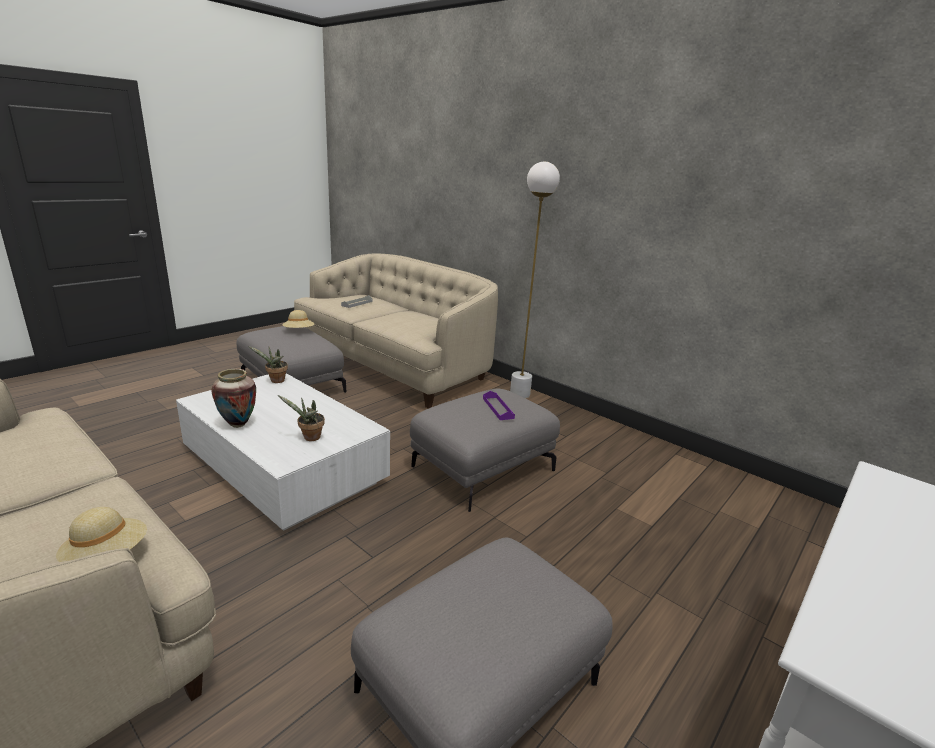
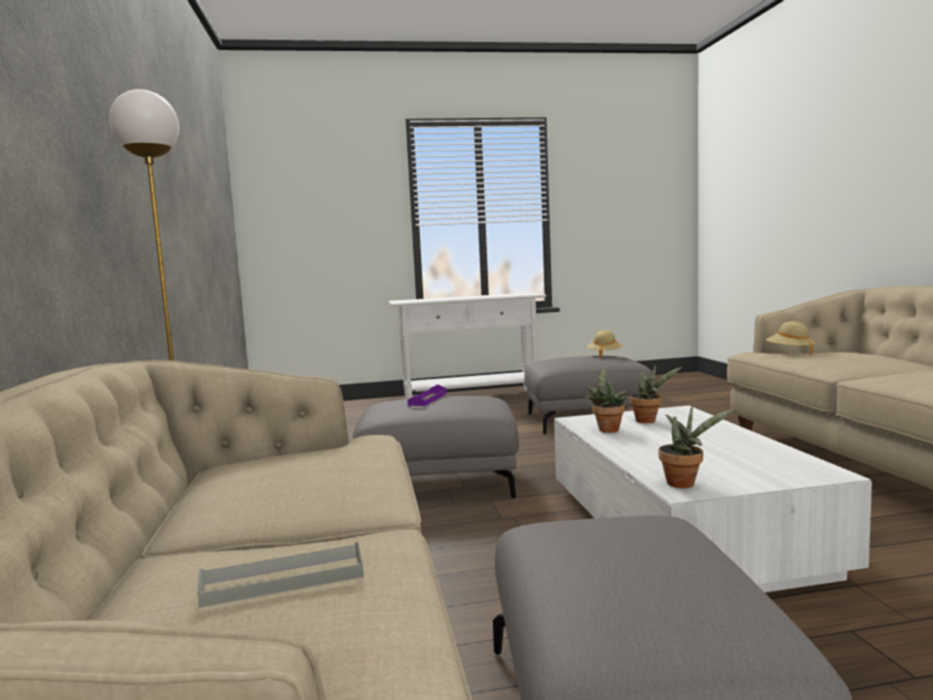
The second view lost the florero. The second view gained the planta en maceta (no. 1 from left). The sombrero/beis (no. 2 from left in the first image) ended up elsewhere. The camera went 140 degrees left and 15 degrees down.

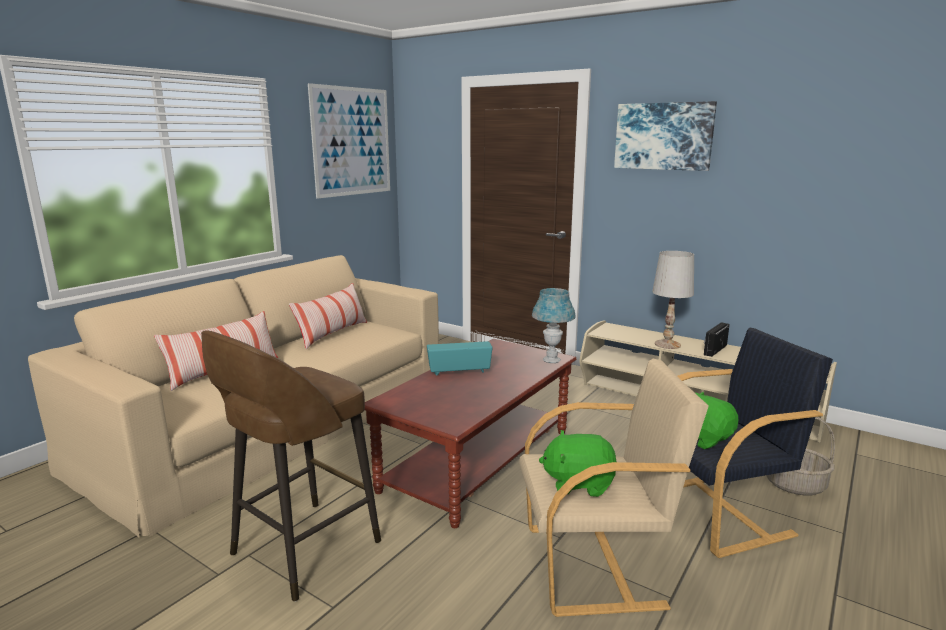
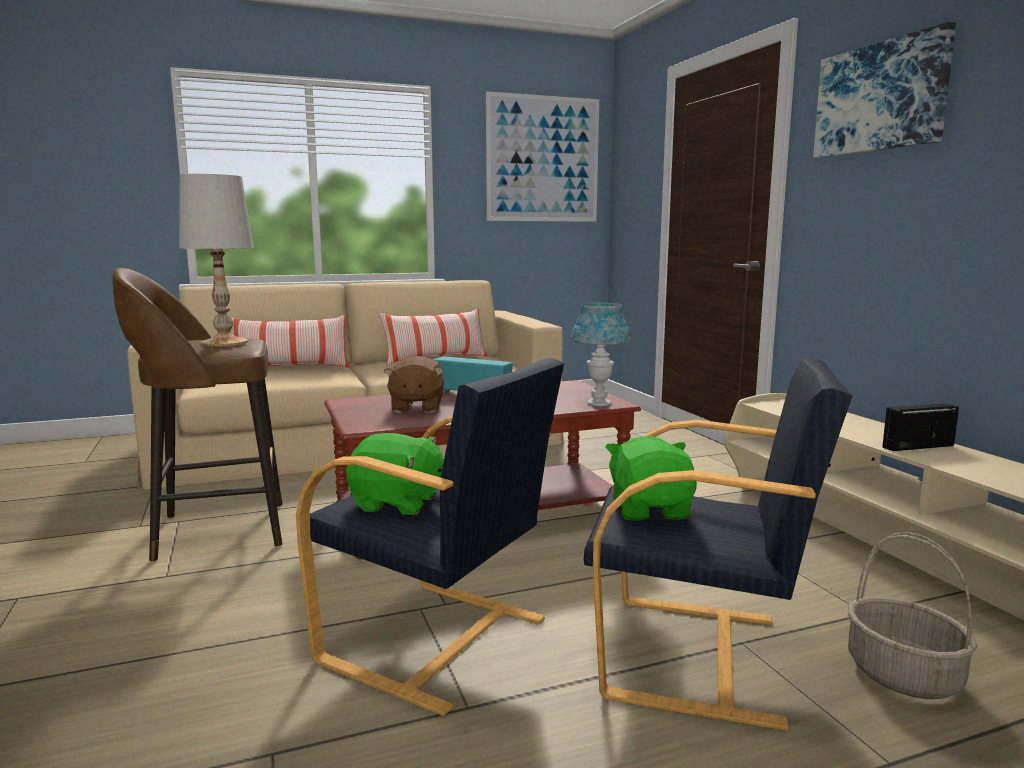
The second view gained the peluche/marrón. The lámpara de mesa/blanco ended up elsewhere. What was the sillón/beis turned into the sillón/negro (no. 1 from left). The peluche/verde (no. 1 from left) ended up facing another way, 150 degrees clockwise from before. The camera went 35 degrees right and 5 degrees down.

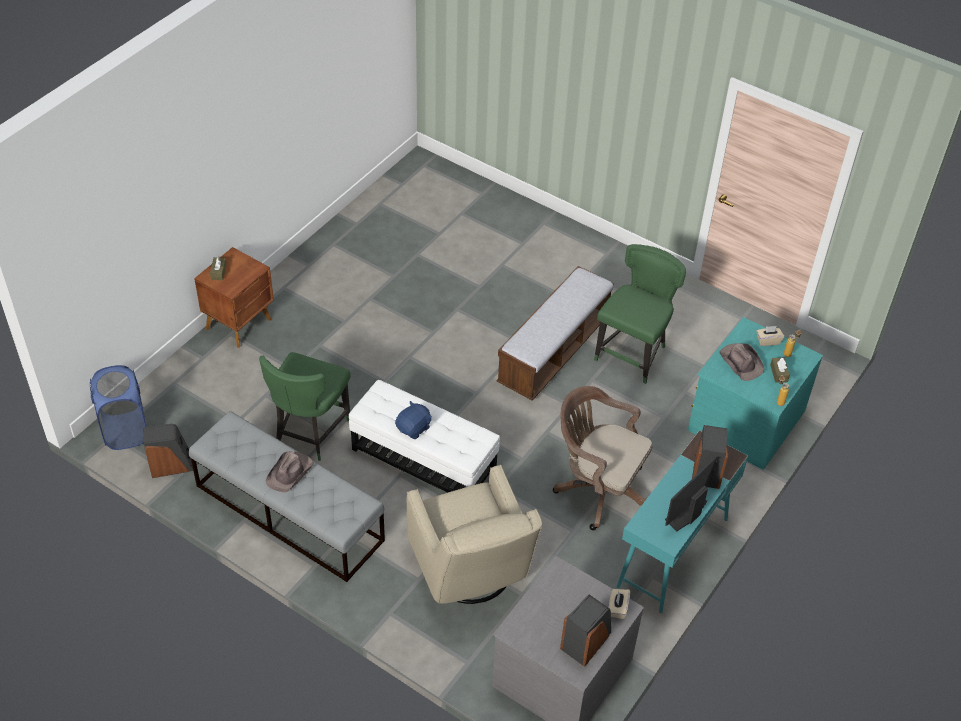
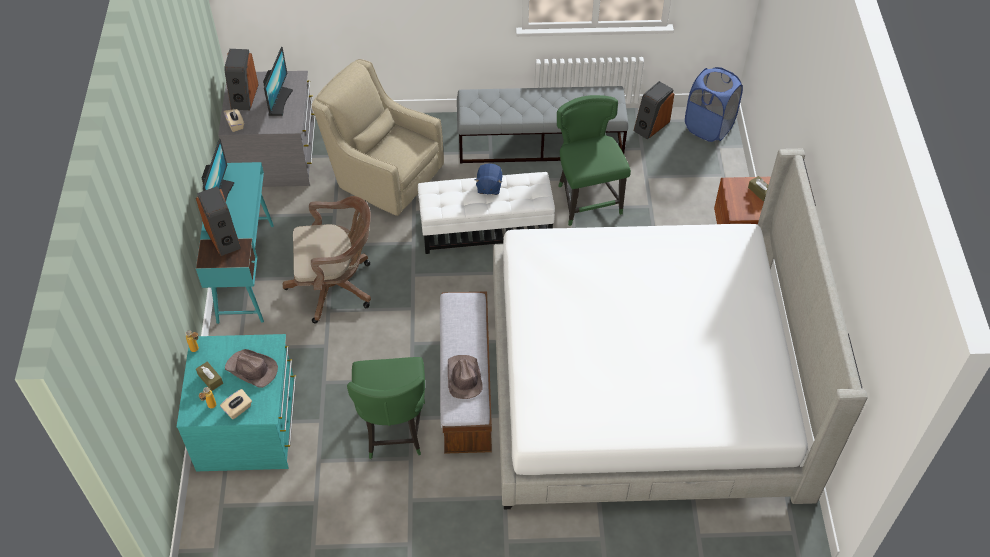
The second view gained the monitor (no. 2 from left). The second view gained the cama. The sombrero/marrón (no. 1 from left in the first image) ended up elsewhere. The camera went 145 degrees right and 5 degrees up.

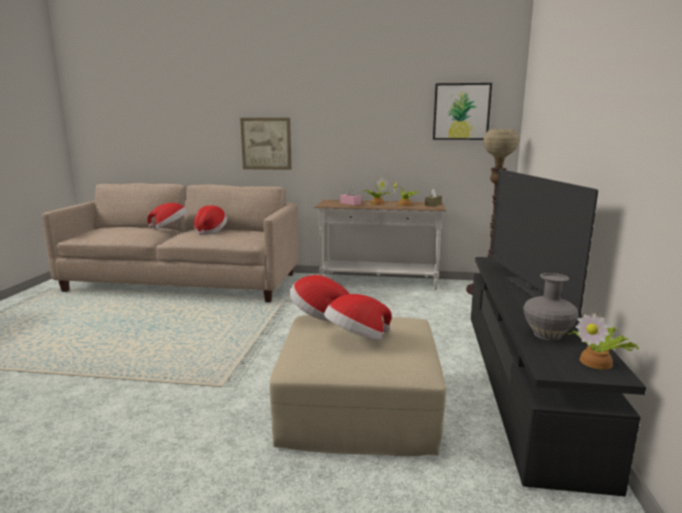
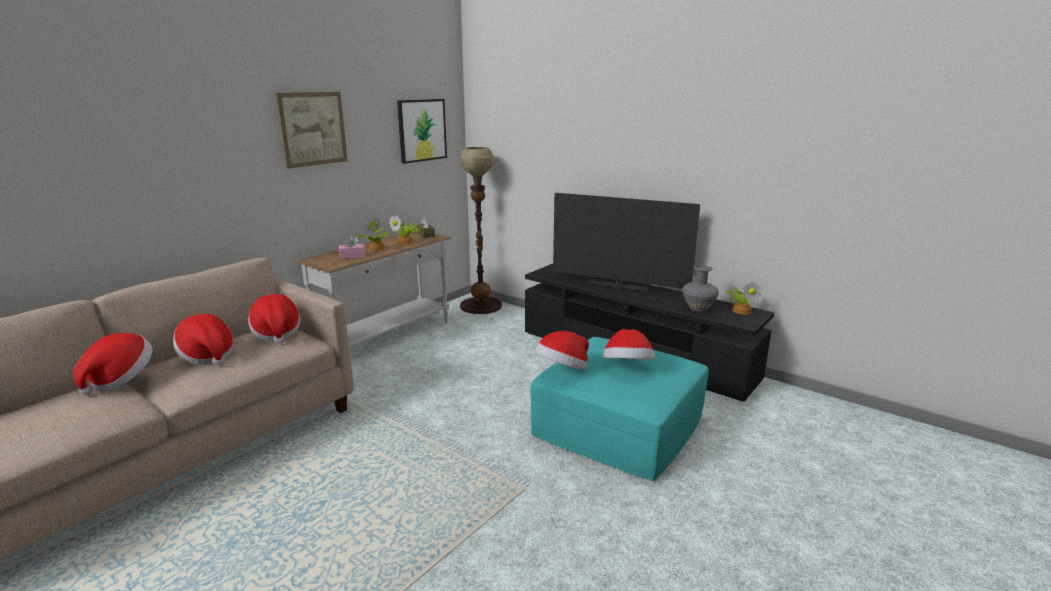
The second view gained the sombrero (no. 3 from left). The cuadro (no. 1 from left) ended up elsewhere. What was the puf/beis turned into the puf/turquesa. The camera went 60 degrees left and 5 degrees up.

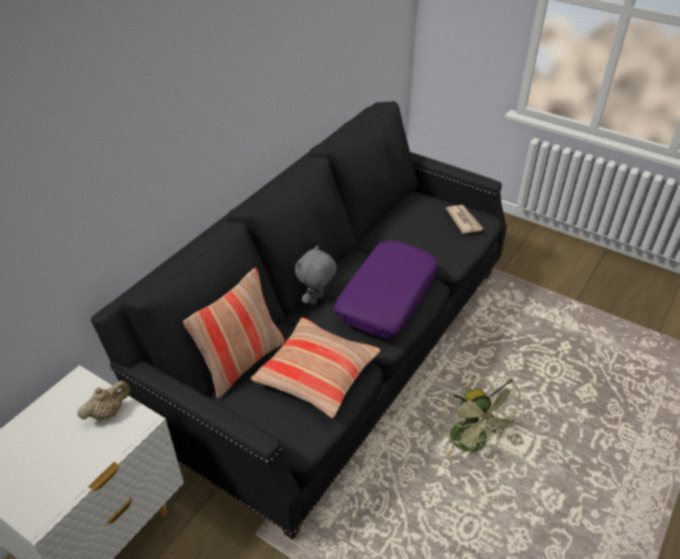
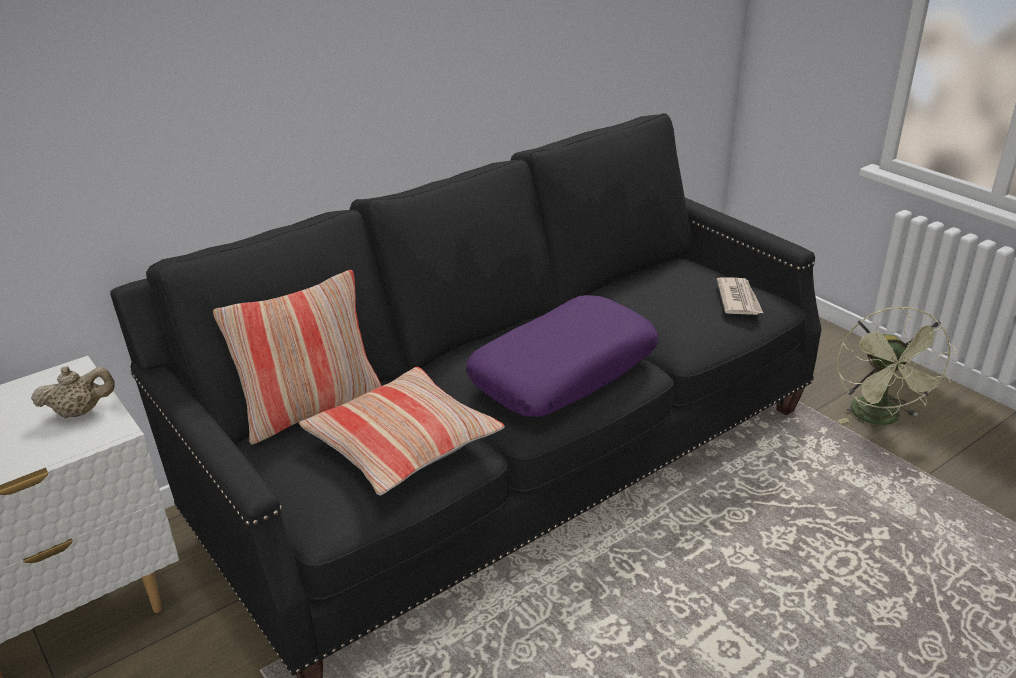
The second view lost the peluche/gris. The ventilador/verde ended up elsewhere. The camera went 20 degrees right and 10 degrees down.

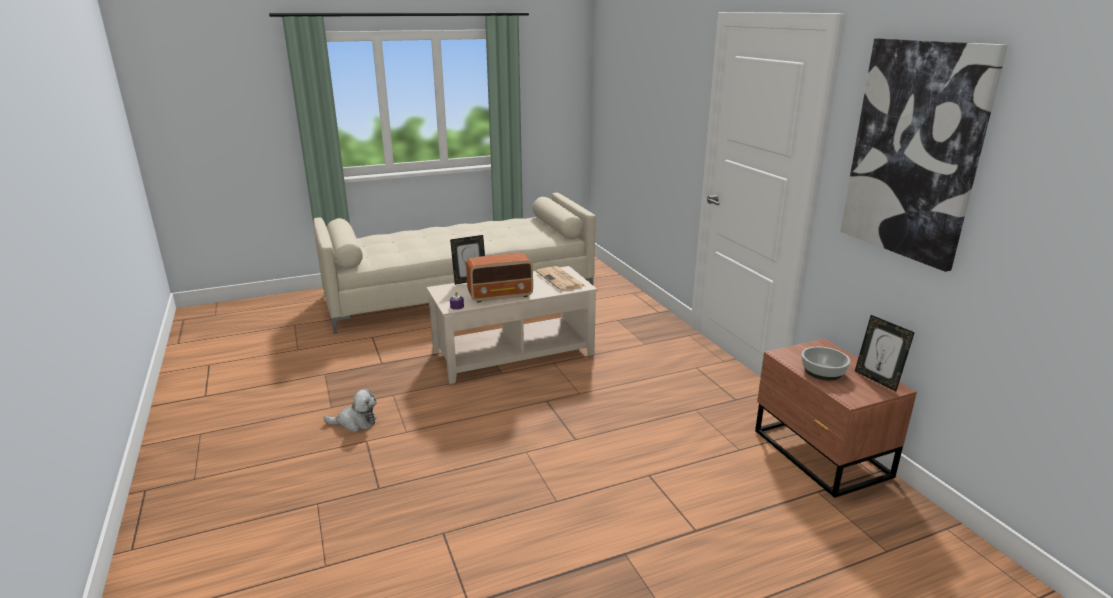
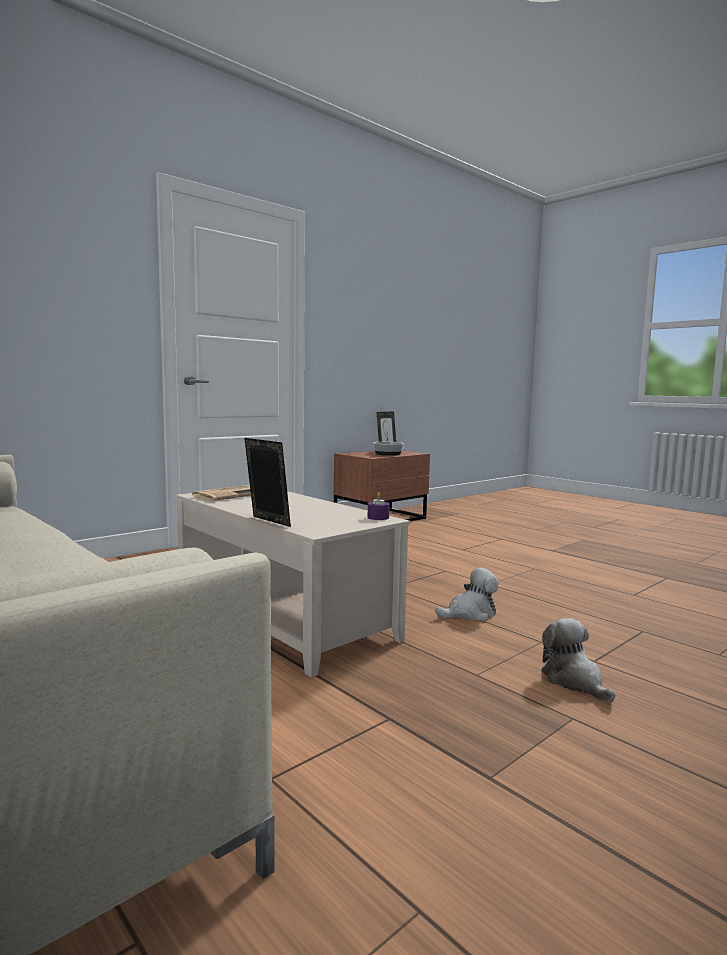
The second view lost the radio. The second view lost the cuadro. The second view gained the peluche (no. 1 from left). The camera went 110 degrees left and 15 degrees down.

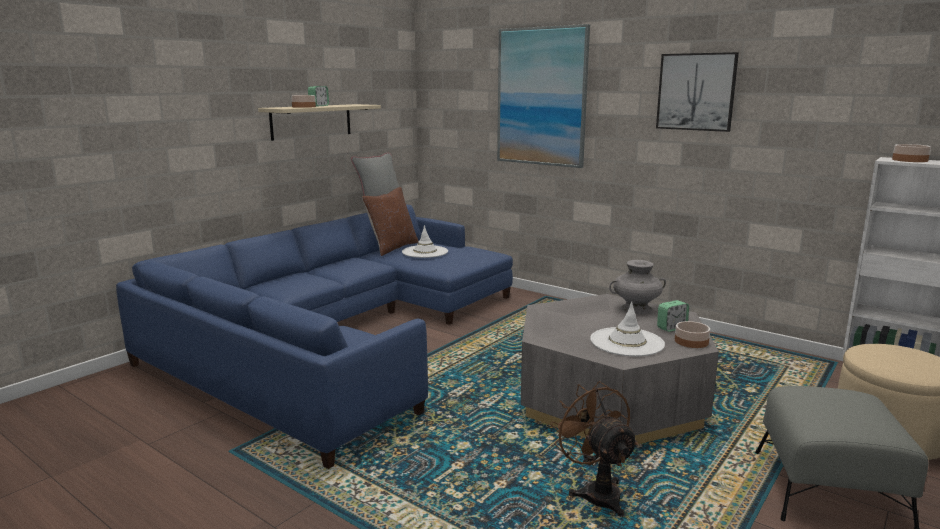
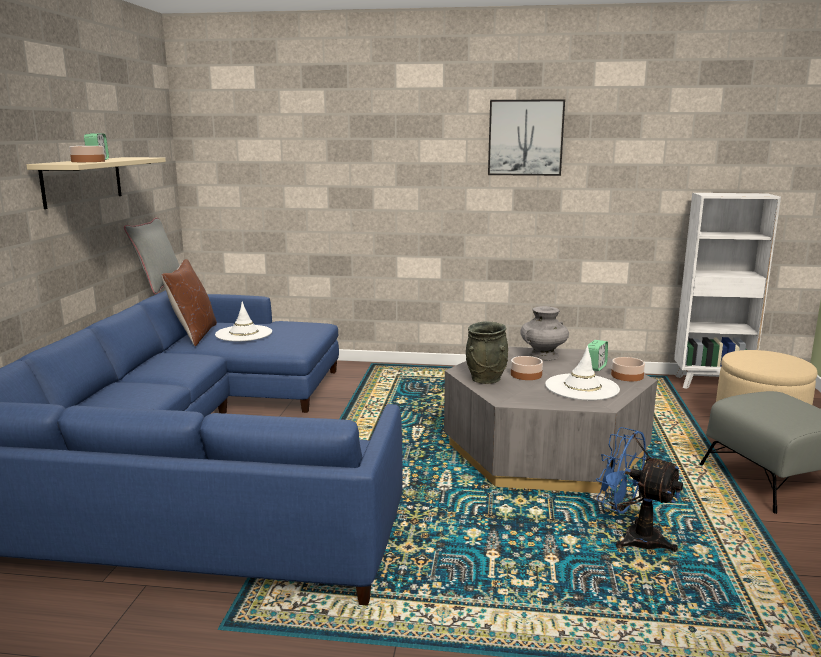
The second view lost the cuadro (no. 1 from left). The second view gained the florero/gris (no. 1 from left). The cuenco (no. 3 from left in the first image) ended up elsewhere. What was the ventilador/marrón turned into the ventilador/azul. The camera went 30 degrees left and 0 degrees up.

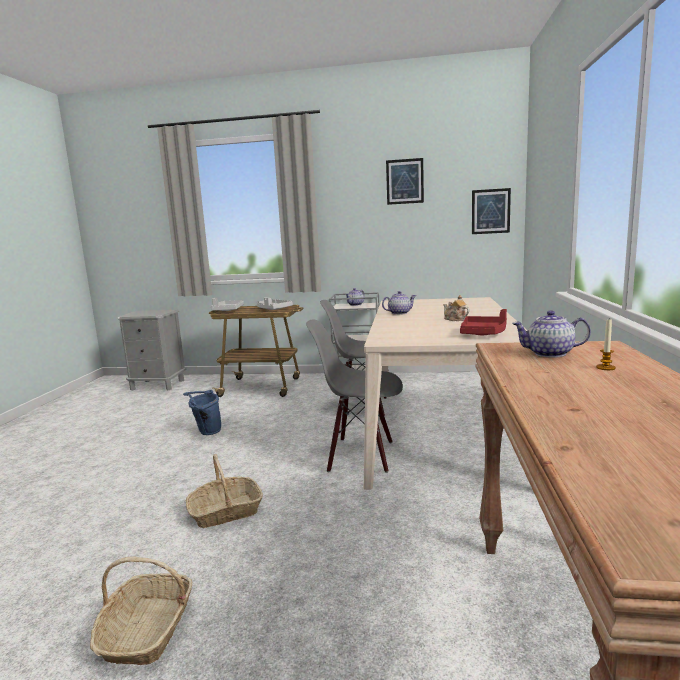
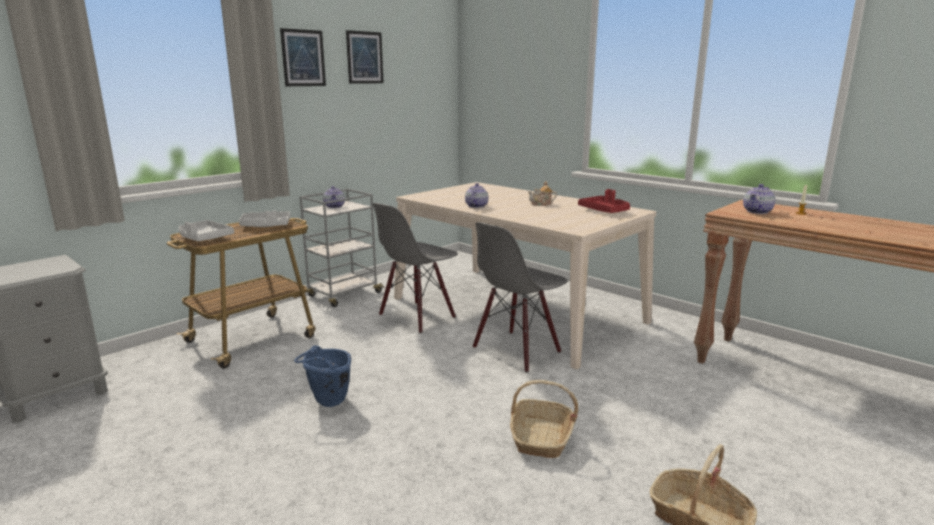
The cuadro (no. 2 from left in the first image) ended up elsewhere. The camera went 55 degrees left and 5 degrees up.

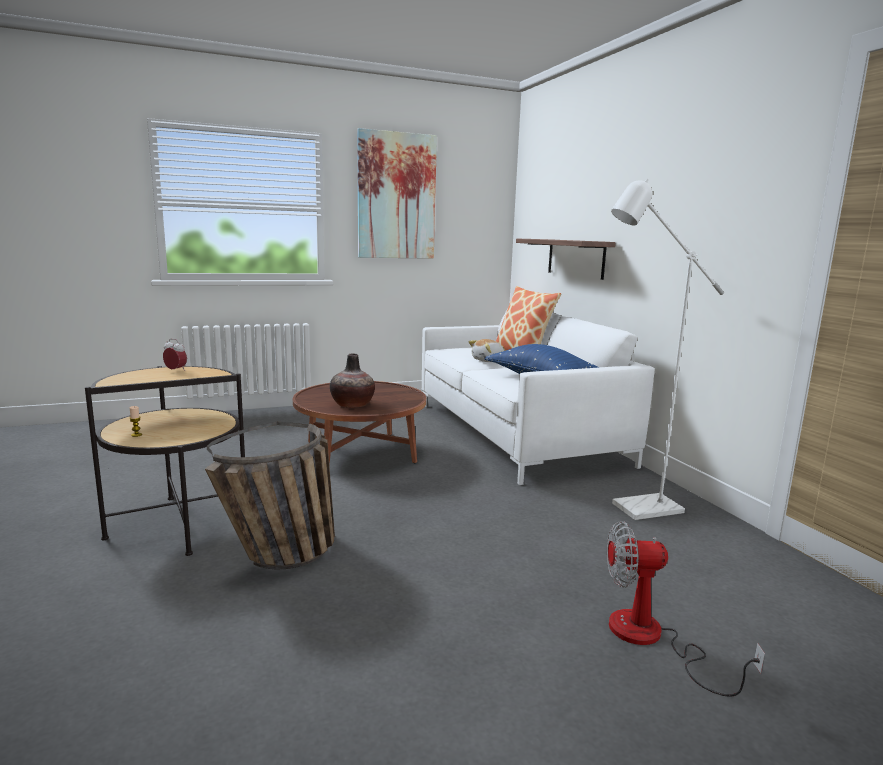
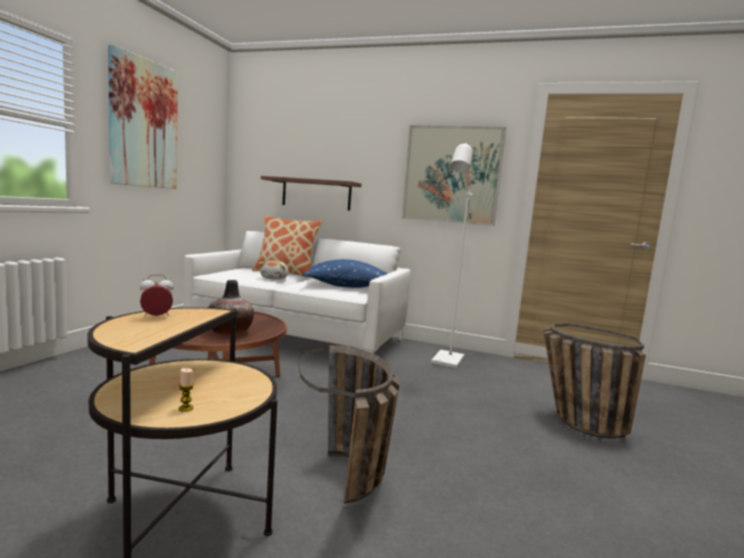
The second view gained the cuadro (no. 2 from left). Where the ventilador stood, the cesta (no. 2 from left) came to stand. The camera went 50 degrees left and 5 degrees down.

